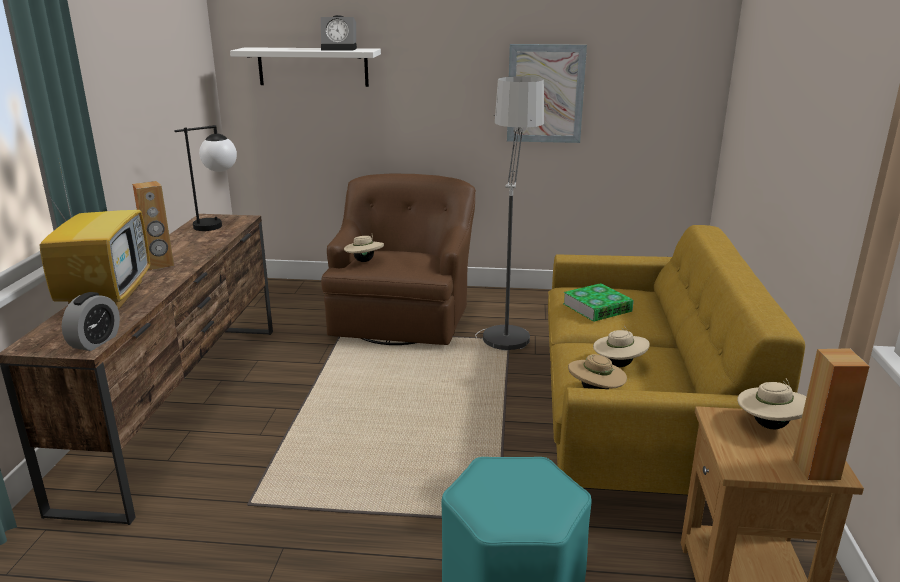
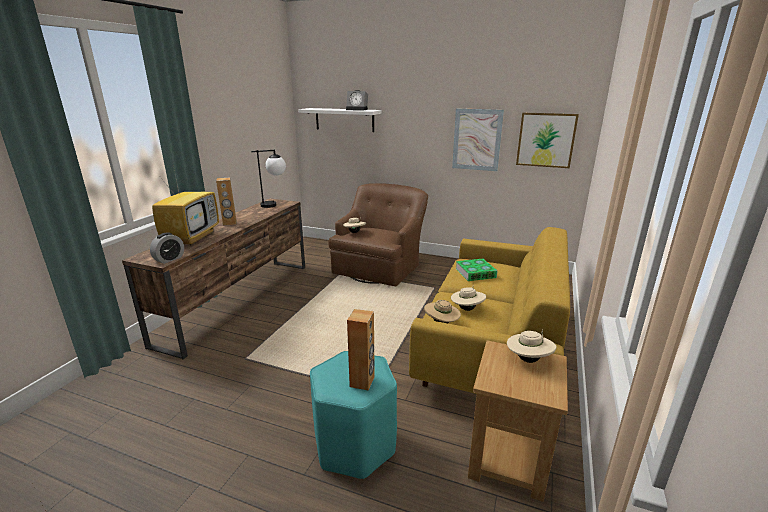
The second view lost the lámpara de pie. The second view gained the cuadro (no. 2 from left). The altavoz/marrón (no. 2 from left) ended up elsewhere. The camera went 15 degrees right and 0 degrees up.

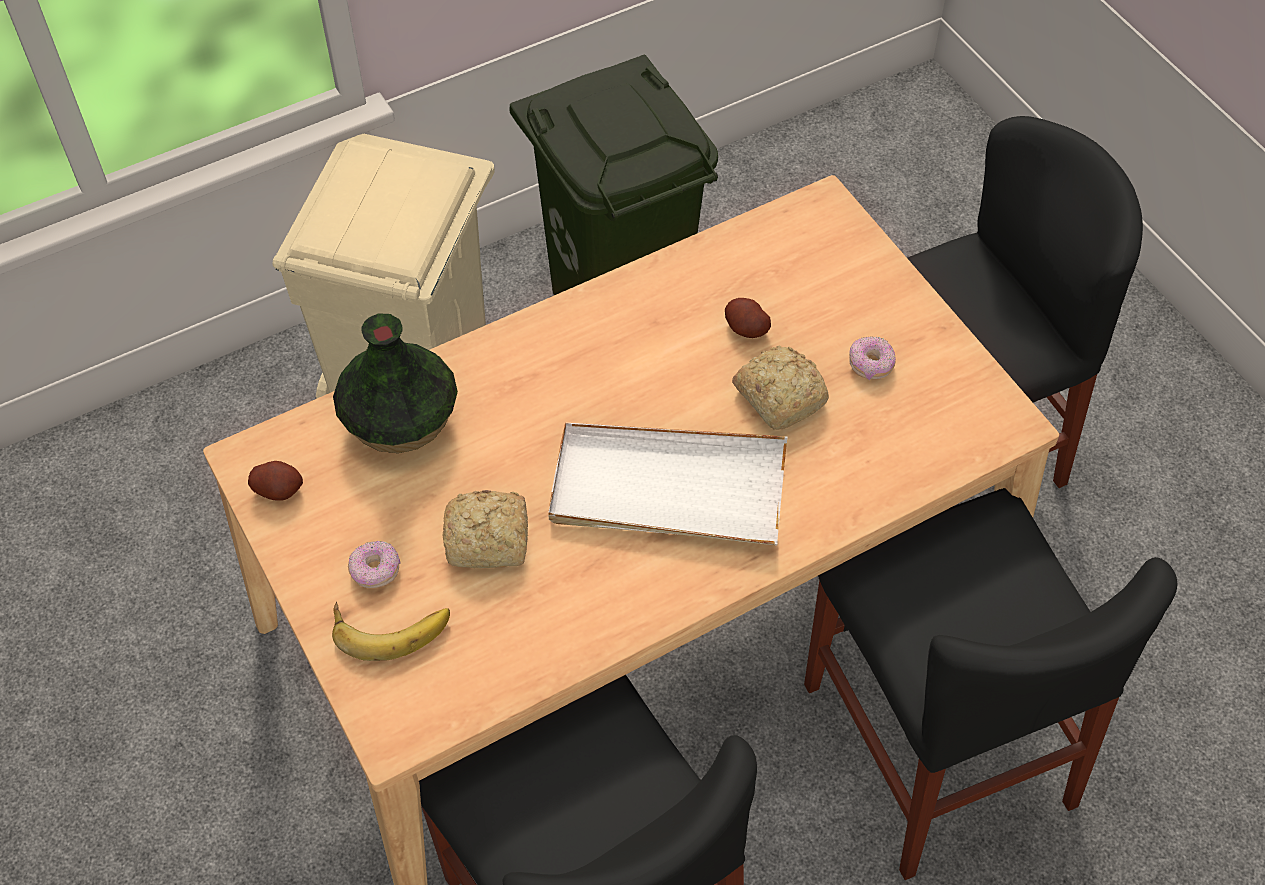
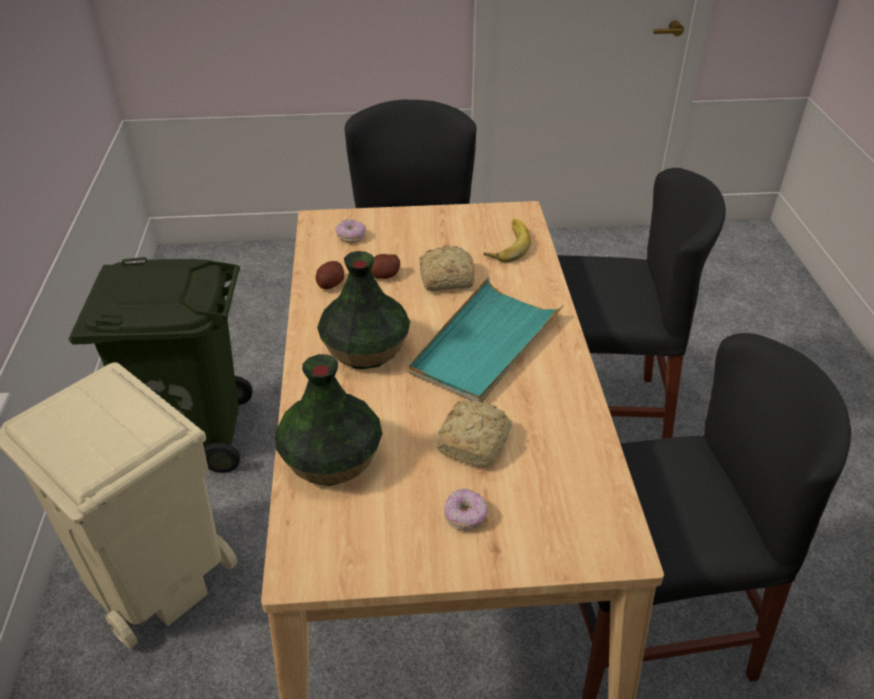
The second view gained the florero (no. 2 from left). The patata (no. 1 from left) ended up elsewhere. The plátano ended up elsewhere. The rosquilla (no. 2 from left in the first image) ended up elsewhere. What was the bandeja/blanco turned into the bandeja/turquesa. The camera went 65 degrees left and 15 degrees down.

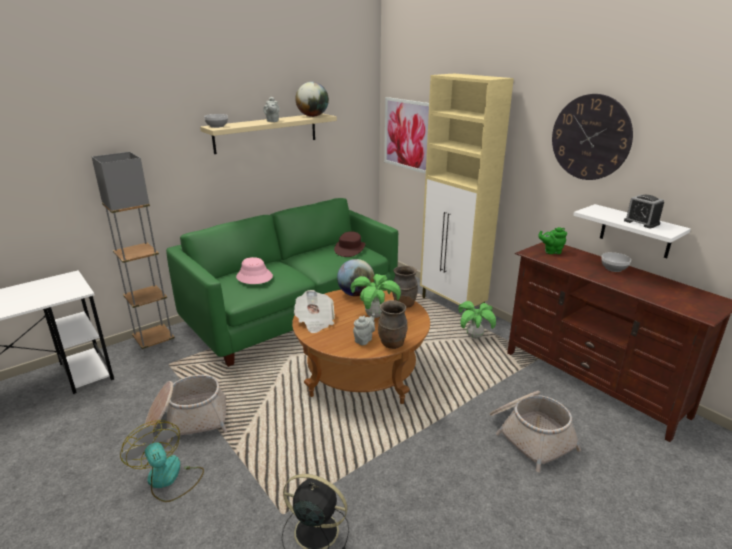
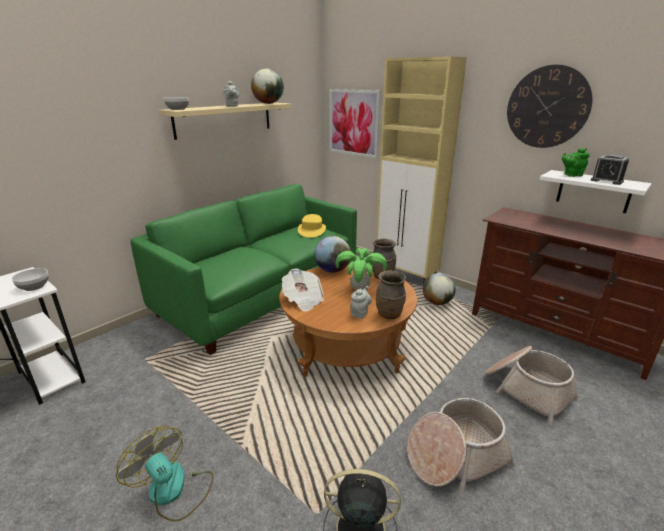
The second view lost the lámpara de pie/gris. The second view lost the sombrero/rosa. The cesta (no. 1 from left) ended up elsewhere. The tetera/verde ended up elsewhere. The cuenco (no. 2 from left in the first image) ended up elsewhere. Where the planta en maceta (no. 2 from left) stood, the globo terráqueo (no. 3 from left) came to stand. What was the sombrero/marrón turned into the sombrero/amarillo. The camera went 10 degrees left and 0 degrees up.

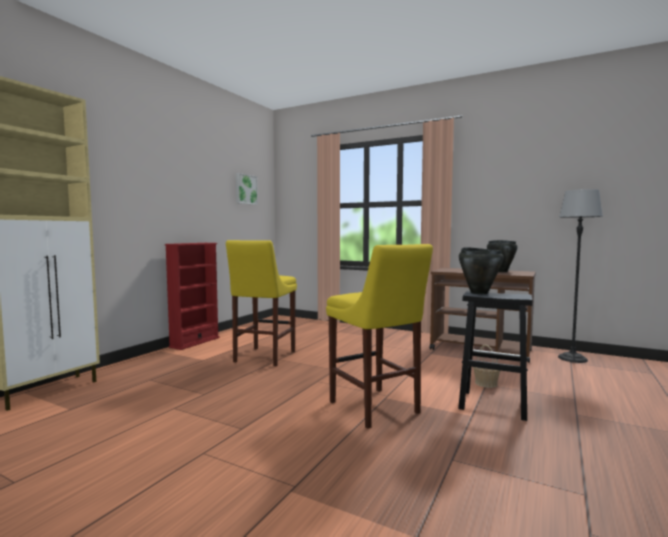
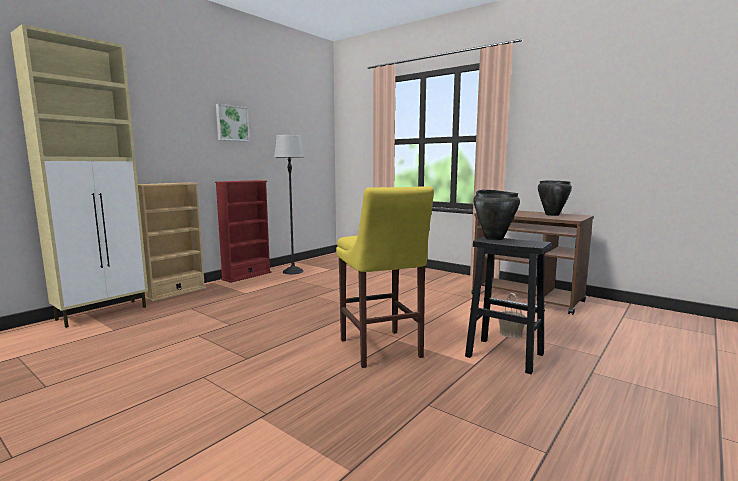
The second view lost the taburete/amarillo (no. 1 from left). The second view gained the estantería/beis. The cuadro ended up elsewhere. The lámpara de pie ended up elsewhere. The camera went 10 degrees right and 5 degrees up.

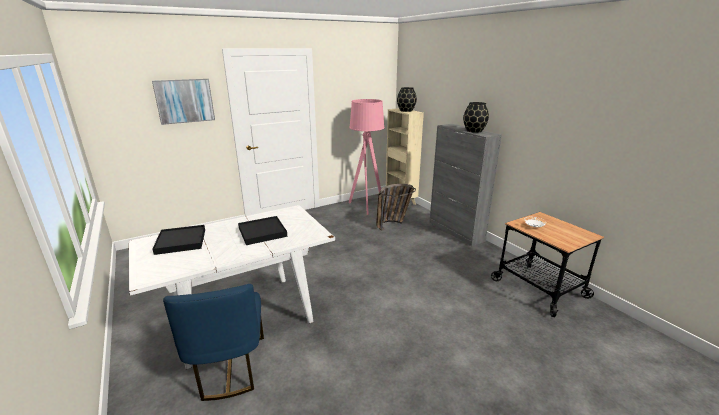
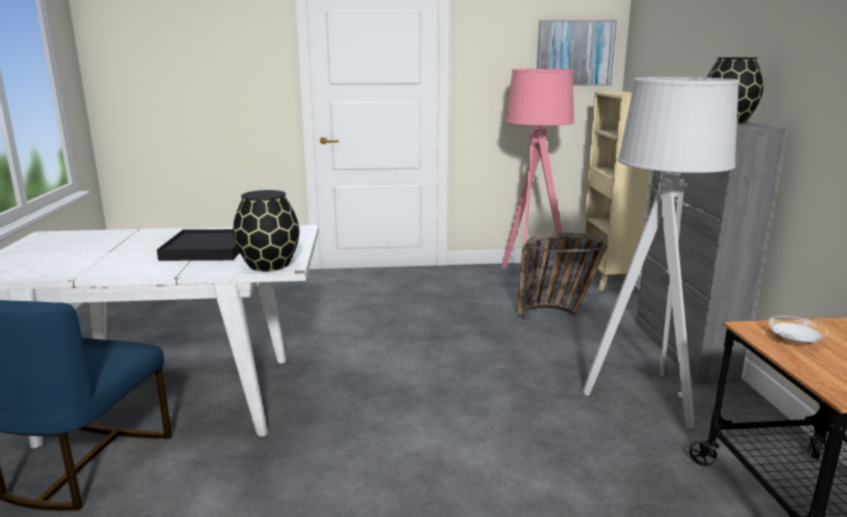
The second view lost the bandeja/negro (no. 1 from left). The second view gained the lámpara de pie/gris. The cuadro ended up elsewhere. The florero/negro (no. 1 from left) ended up elsewhere. The camera went 25 degrees right and 5 degrees down.

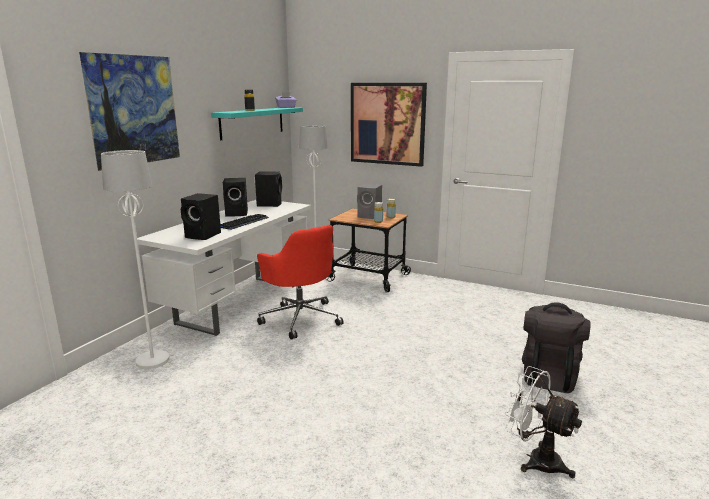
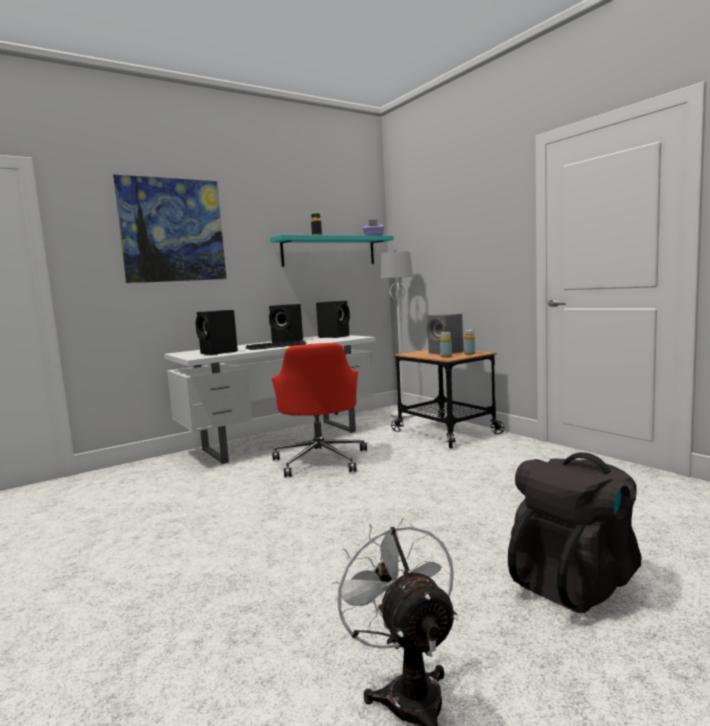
The second view lost the lámpara de pie/blanco (no. 1 from left). The second view lost the cuadro (no. 2 from left). The camera went 30 degrees right and 10 degrees down.

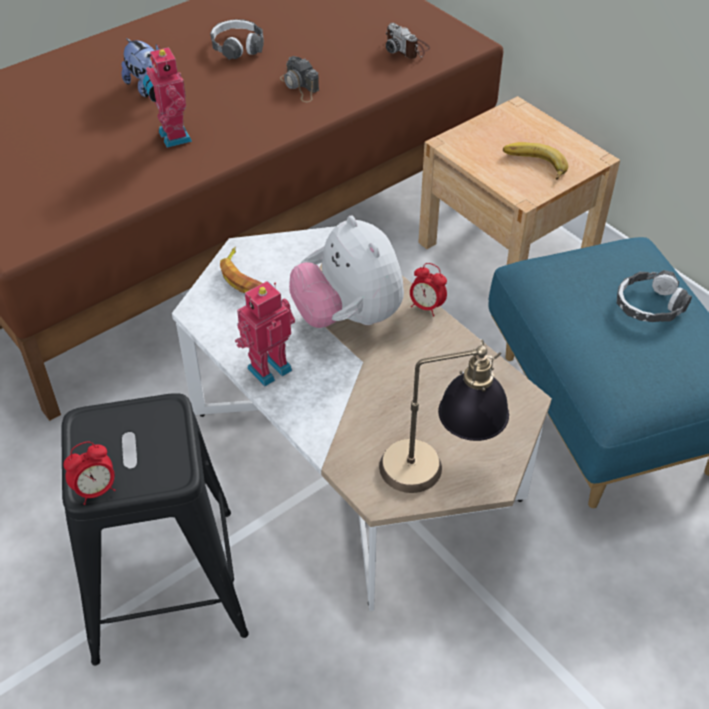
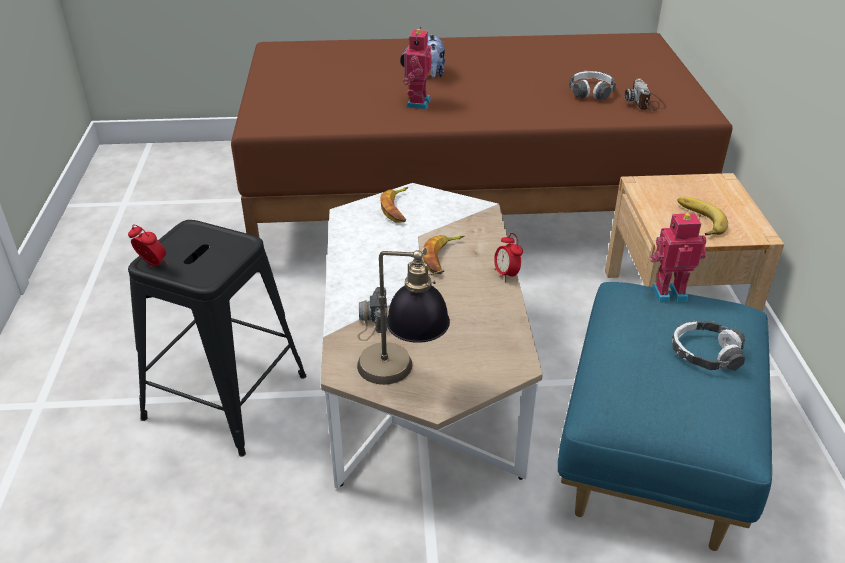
The auriculares (no. 1 from left) ended up elsewhere. The robot de juguete (no. 2 from left) ended up elsewhere. The cámara (no. 1 from left) ended up elsewhere. Where the peluche (no. 2 from left) stood, the plátano (no. 2 from left) came to stand. The despertador (no. 1 from left) ended up facing another way, 150 degrees counterclockwise from before. The camera went 35 degrees right and 10 degrees down.

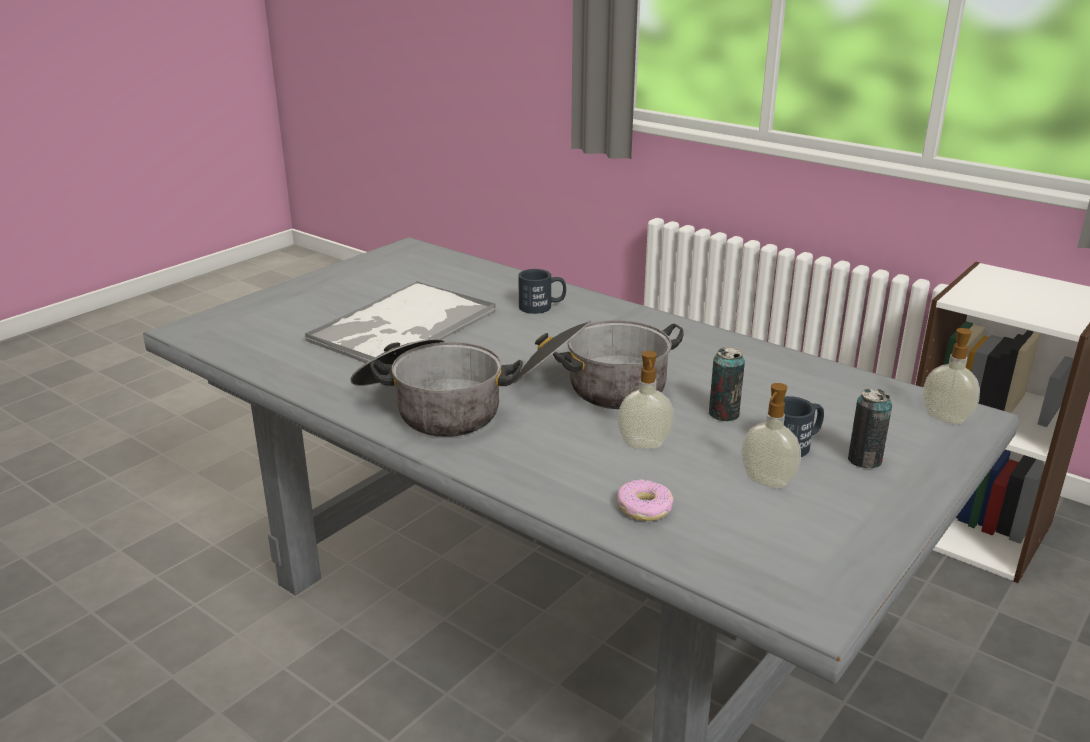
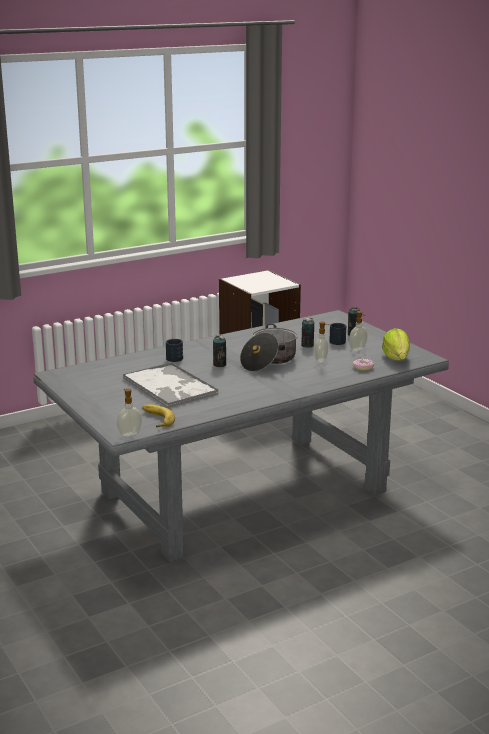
The second view lost the olla (no. 1 from left). The second view gained the plátano. The second view gained the lata (no. 1 from left). The second view gained the lechuga. The dispensador de jabón (no. 3 from left in the first image) ended up elsewhere. The camera went 70 degrees left and 5 degrees down.

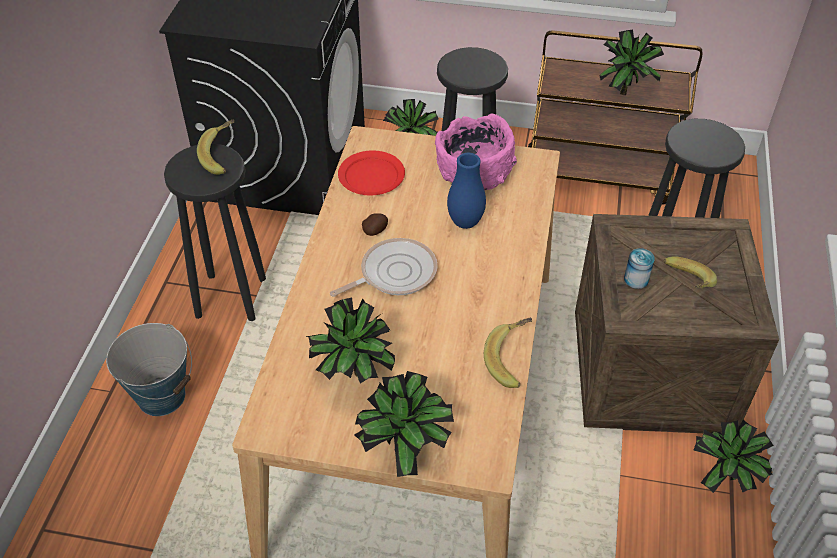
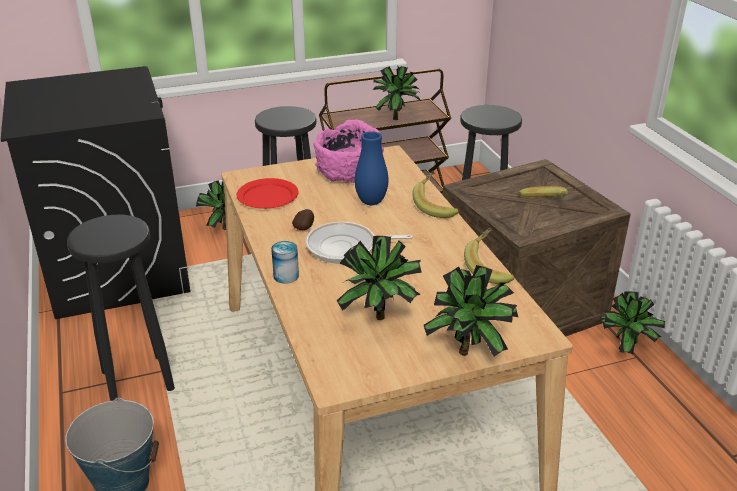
The plátano (no. 1 from left) ended up elsewhere. The lata ended up elsewhere. The sartén ended up facing another way, 120 degrees counterclockwise from before. The camera went 30 degrees left and 15 degrees down.

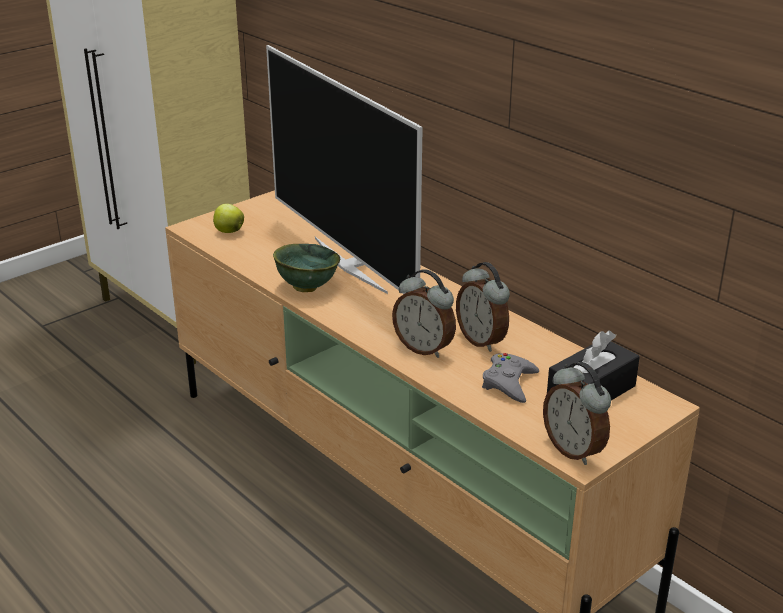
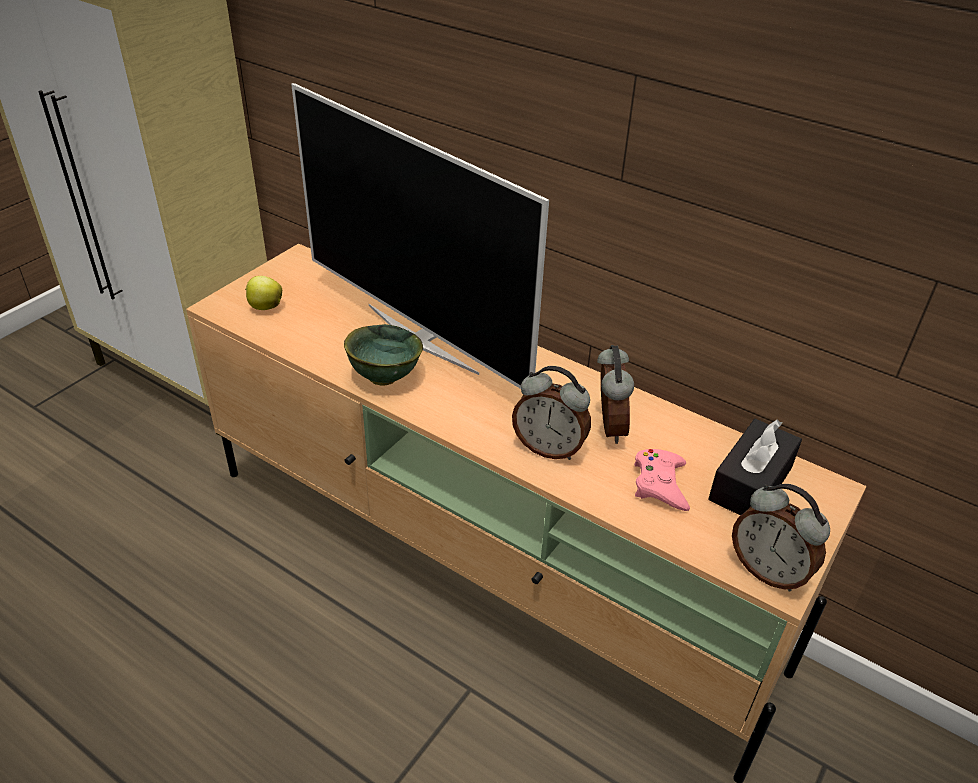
What was the mando de consola/gris turned into the mando de consola/rosa. The despertador (no. 2 from left) ended up facing another way, 135 degrees counterclockwise from before. The camera went 15 degrees left and 10 degrees up.

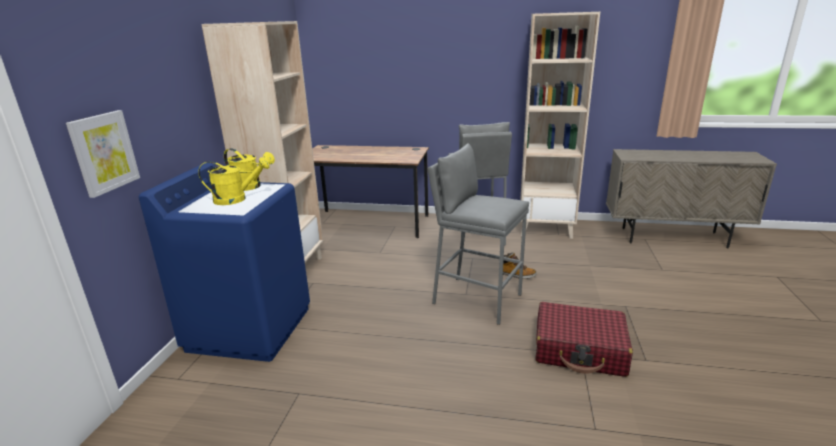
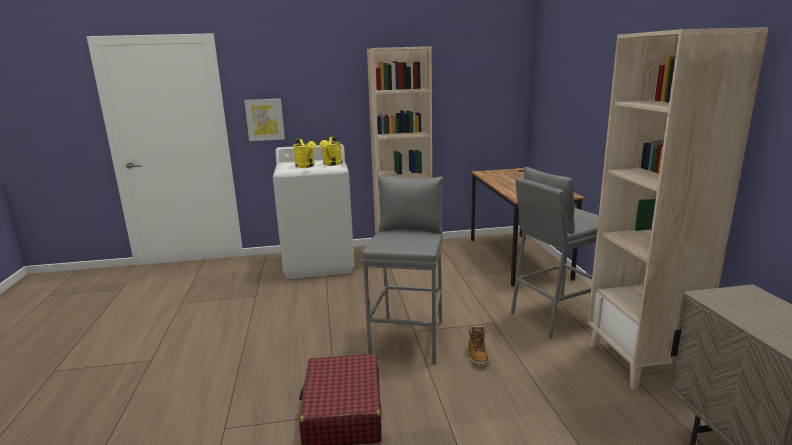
What was the lavadora/azul turned into the lavadora/blanco. The camera went 70 degrees right and 5 degrees down.

